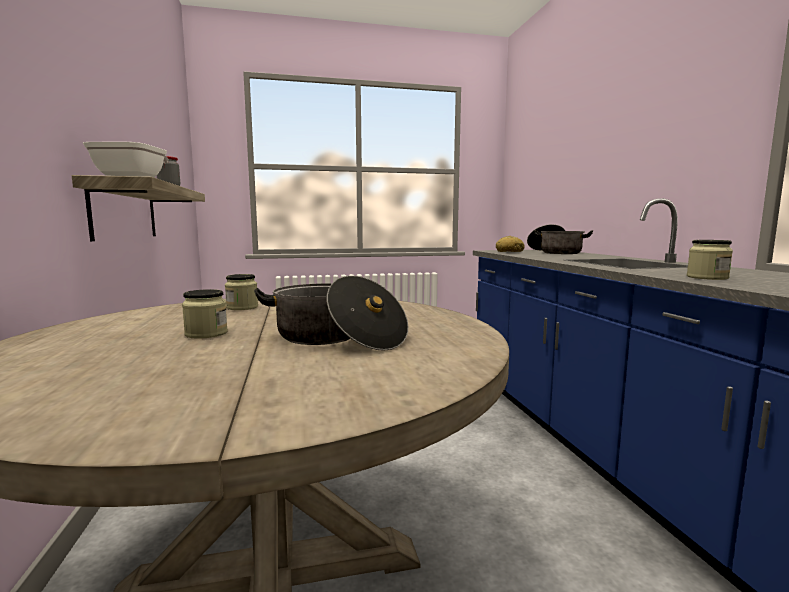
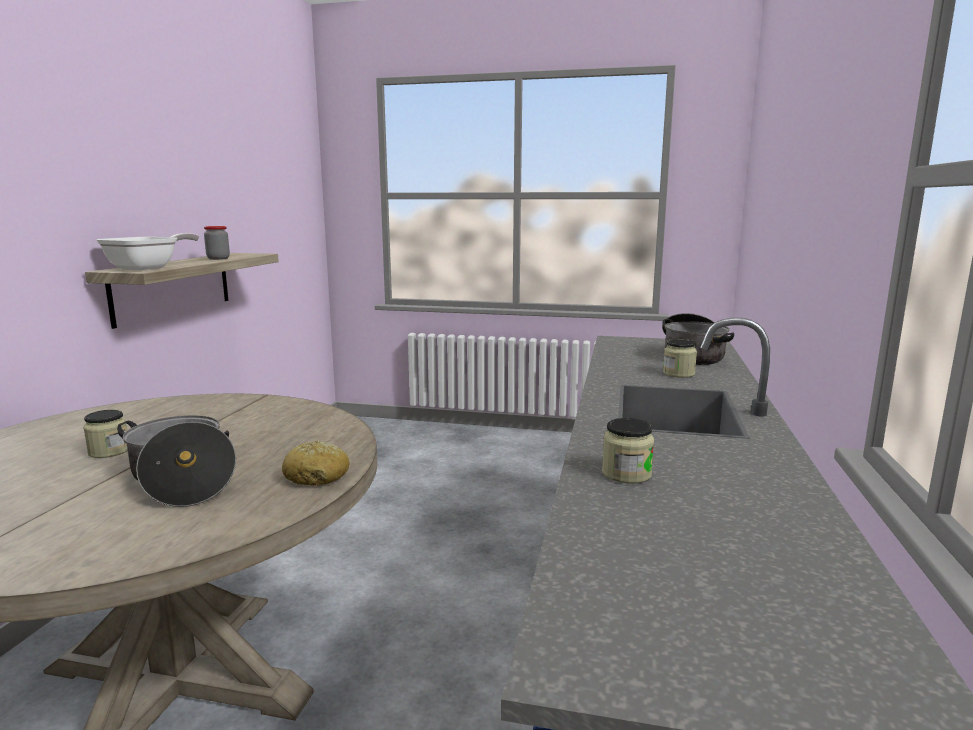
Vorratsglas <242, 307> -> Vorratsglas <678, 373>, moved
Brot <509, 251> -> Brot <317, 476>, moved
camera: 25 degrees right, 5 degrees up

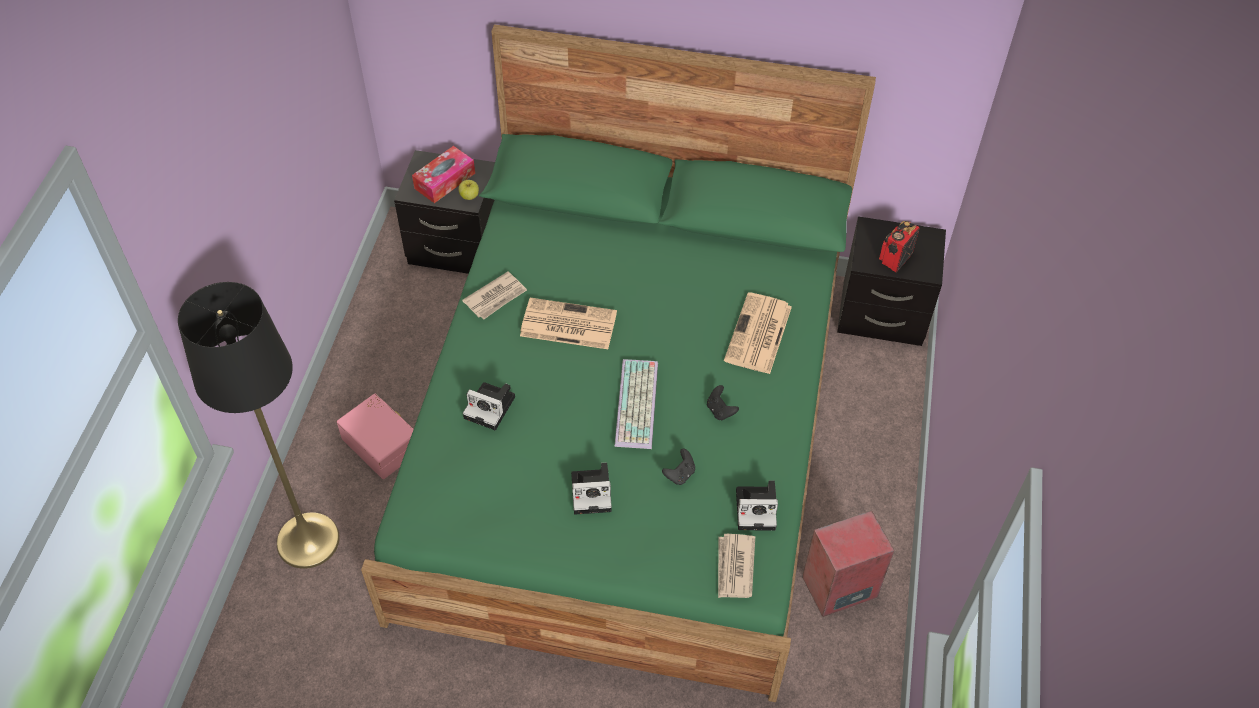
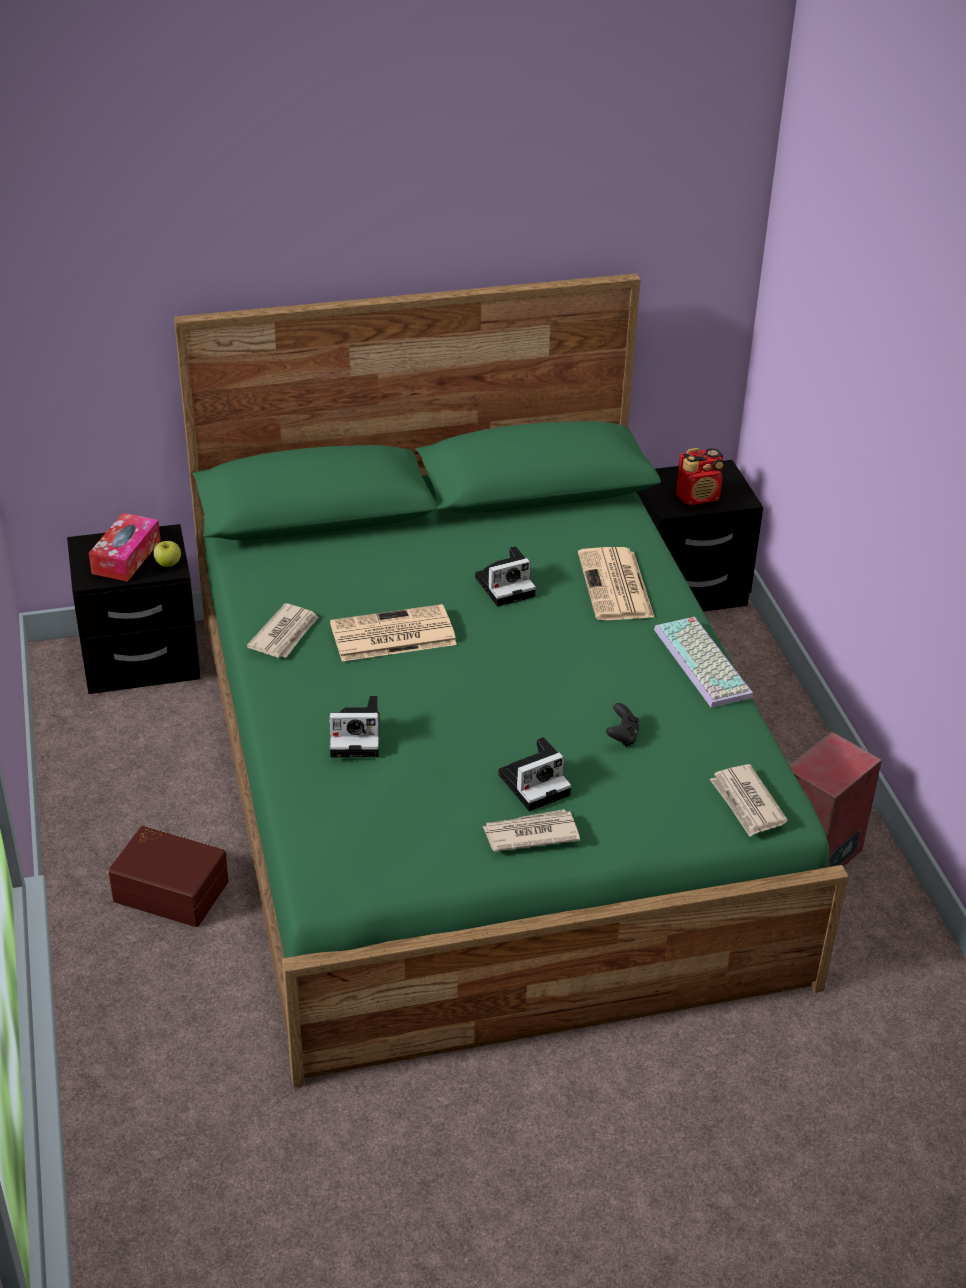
Stehlampe/schwarz <308, 540> -> none
Aufbewahrungsbox/rosa <382, 443> -> Aufbewahrungsbox/braun <172, 889>
Tastatur <638, 405> -> Tastatur <705, 663>, moved
Gamepad/schwarz <720, 410> -> none
Kamera <757, 509> -> Kamera <506, 586>, moved
Radio <894, 258> -> Radio <698, 497>, 120 degrees counterclockwise
none -> Zeitung <530, 833>
camera: 25 degrees left, 15 degrees down

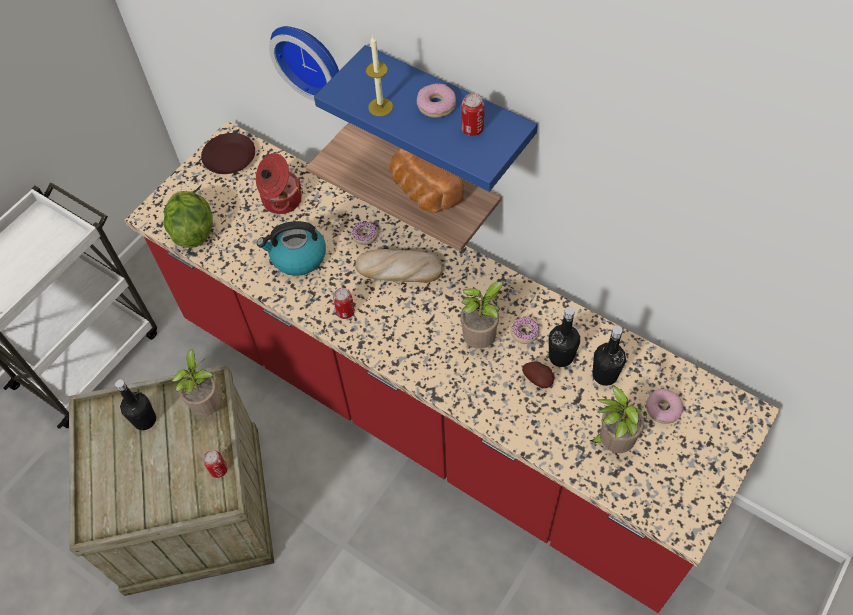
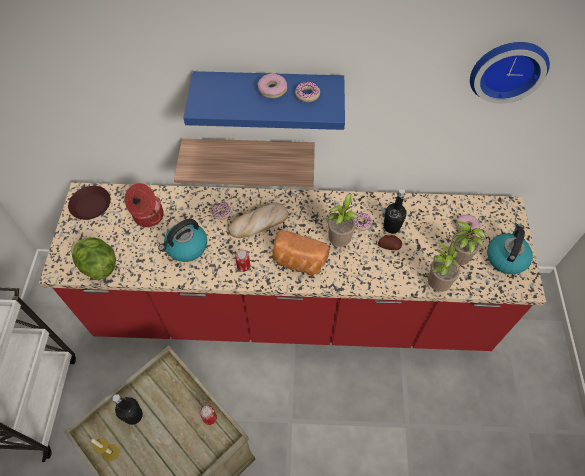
Topfpflanze <209, 406> -> Topfpflanze <435, 284>, moved
Wanduhr <310, 59> -> Wanduhr <507, 68>, moved
Kerze <380, 107> -> Kerze <111, 452>, moved
Brot <423, 191> -> Brot <298, 262>, moved
Dose <472, 129> -> Donut <307, 94>
Flasche/schwarz <605, 375> -> none
none -> Wasserkessel <506, 257>
camera: 35 degrees left, 0 degrees up

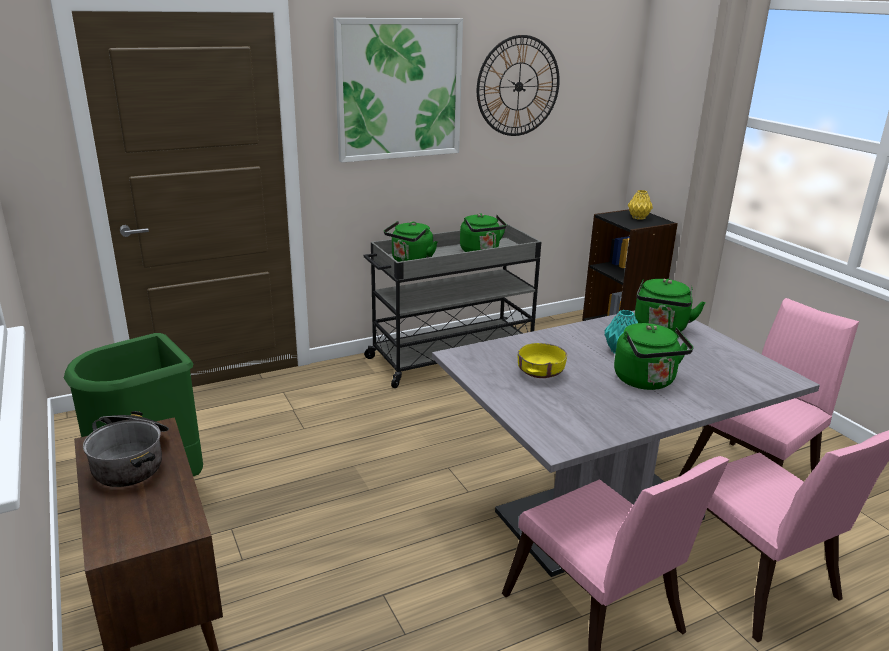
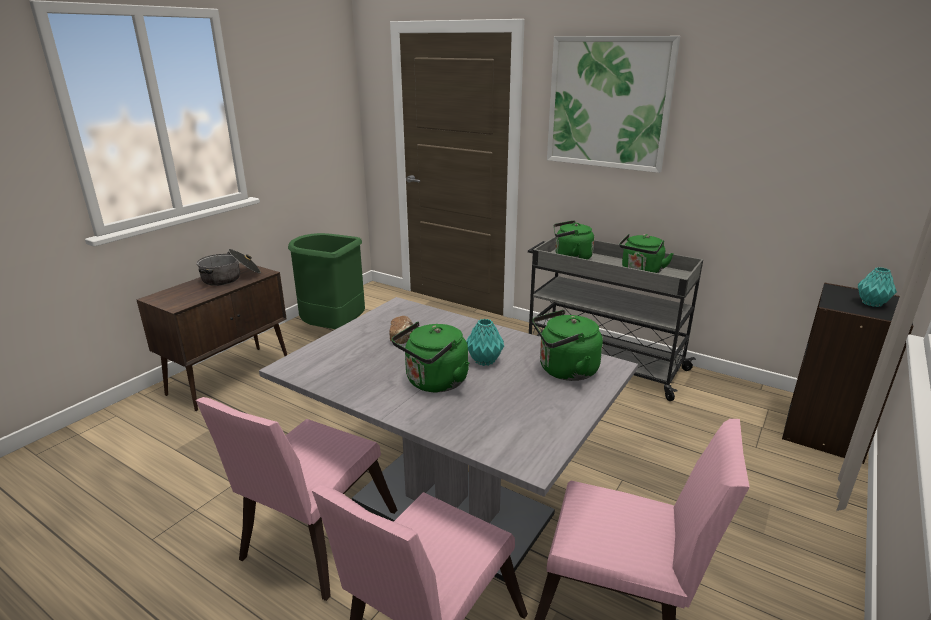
Wanduhr <518, 86> -> none
Schüssel/gelb <541, 373> -> Brot <402, 337>
Vase/gelb <639, 218> -> Vase/türkis <872, 304>
camera: 60 degrees right, 0 degrees up

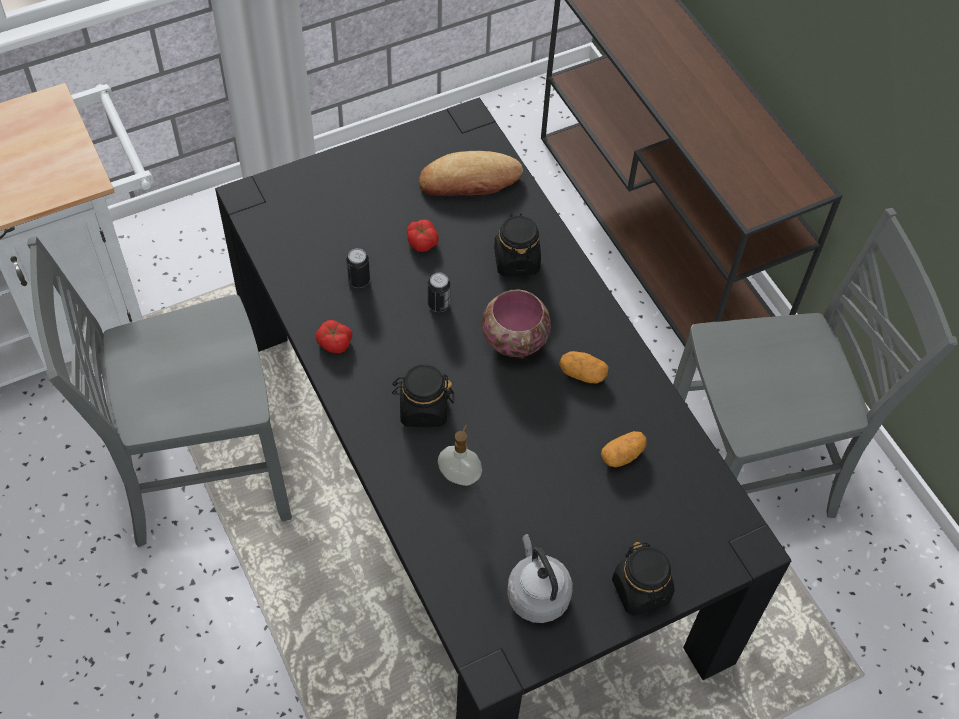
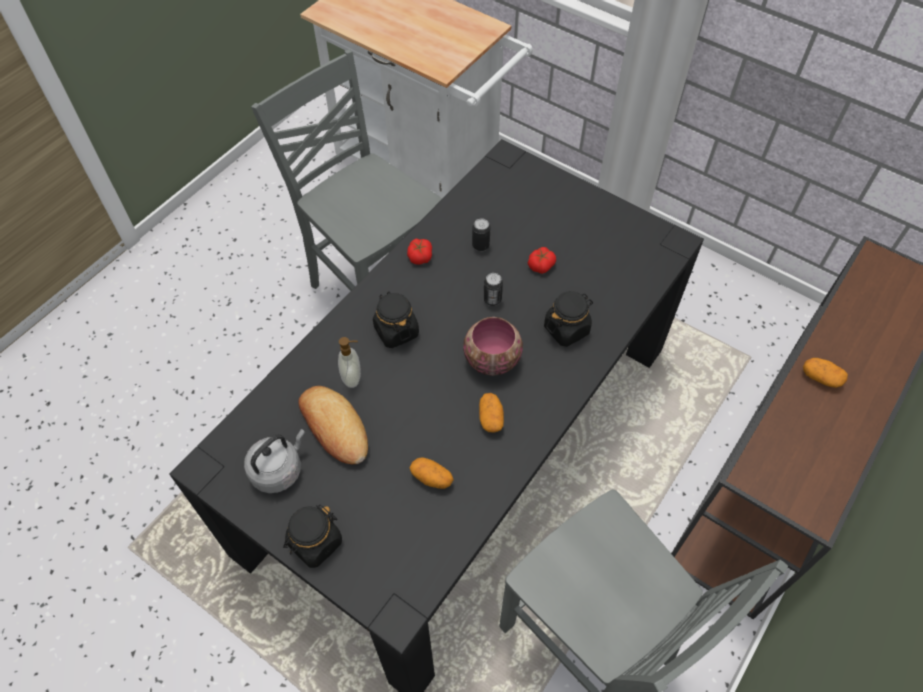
Brot <469, 181> -> Brot <334, 428>, moved
none -> Kartoffel <820, 378>
camera: 65 degrees right, 0 degrees up

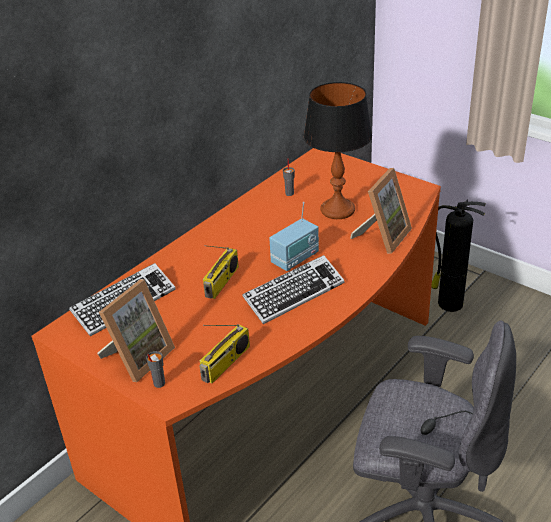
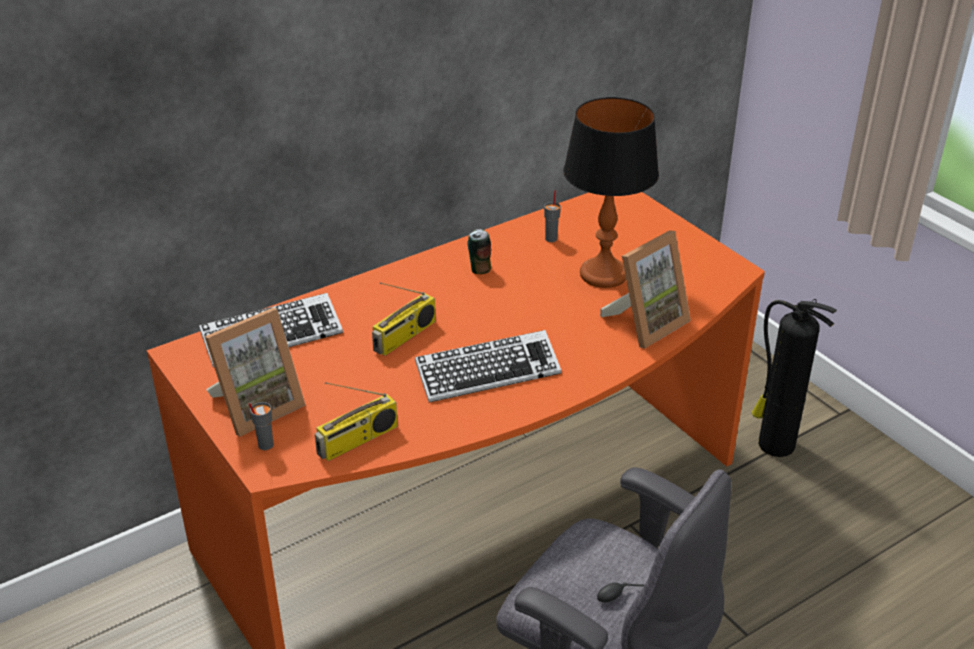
Radio <295, 259> -> none
none -> Dose <479, 269>
camera: 15 degrees right, 0 degrees up

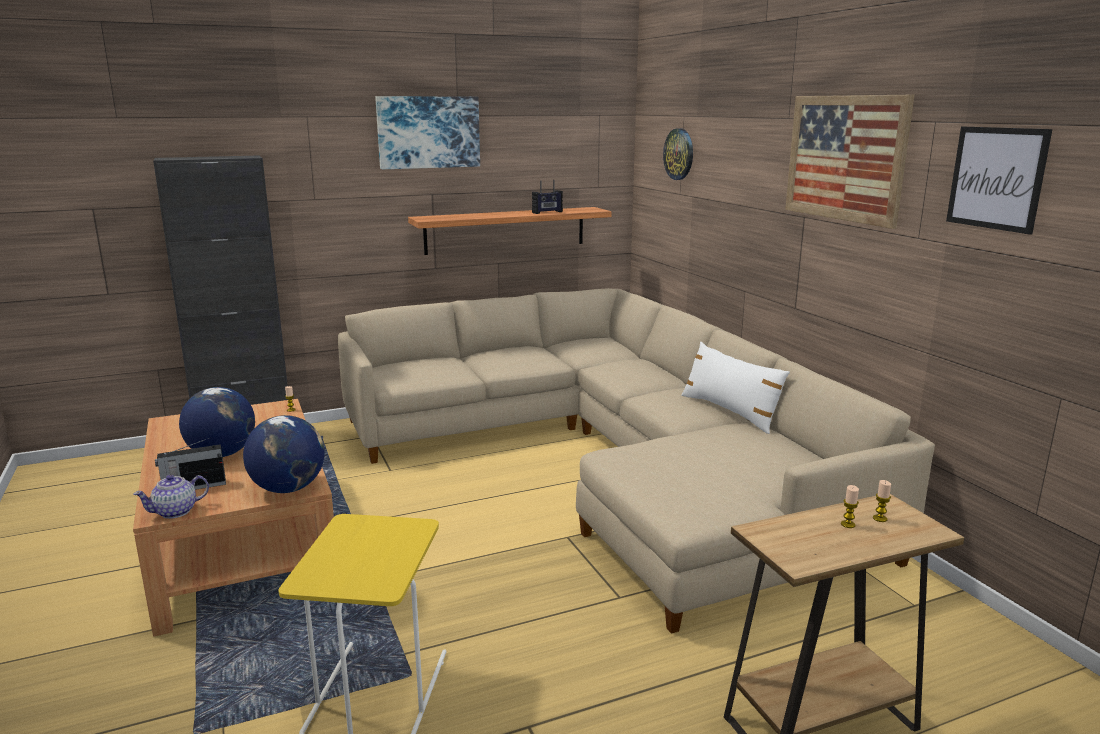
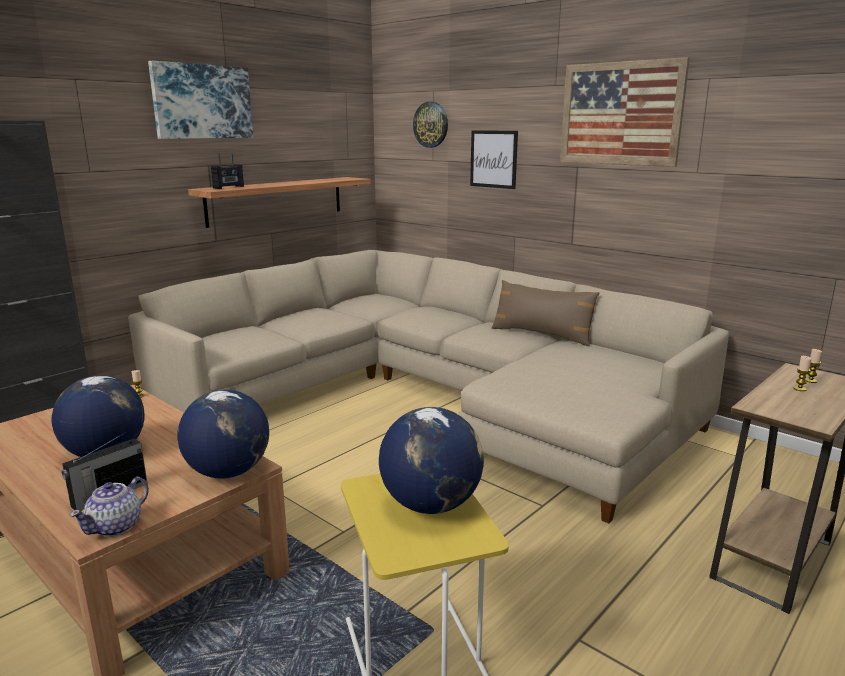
Radio <547, 212> -> Radio <229, 187>, moved
Kissen/weiß <730, 411> -> Kissen/braun <542, 335>
Bild <996, 178> -> Bild <493, 159>, moved
none -> Globus <431, 504>
camera: 25 degrees left, 0 degrees up

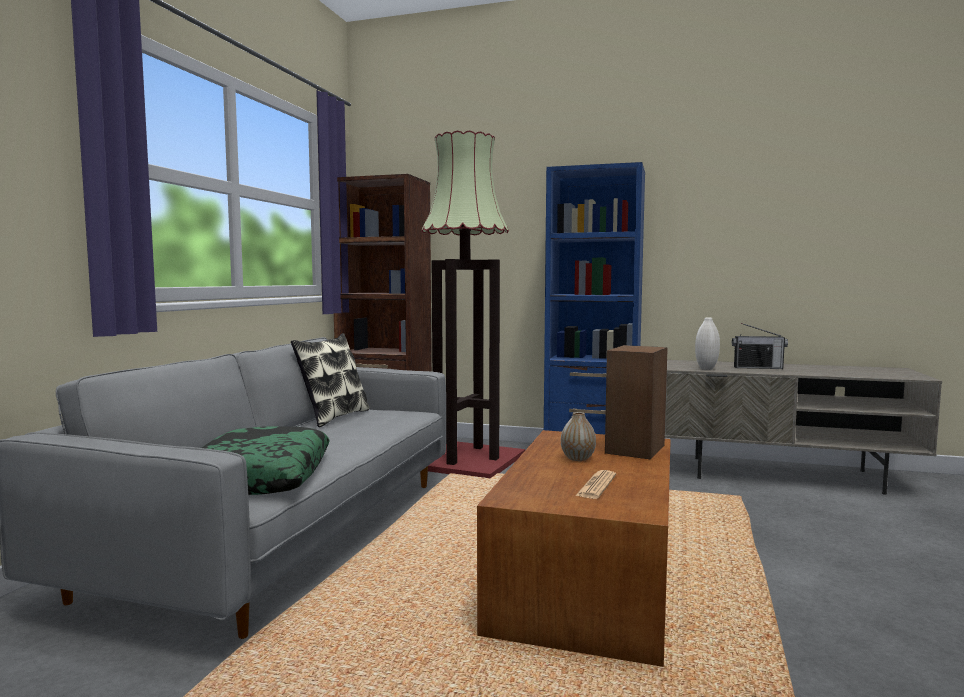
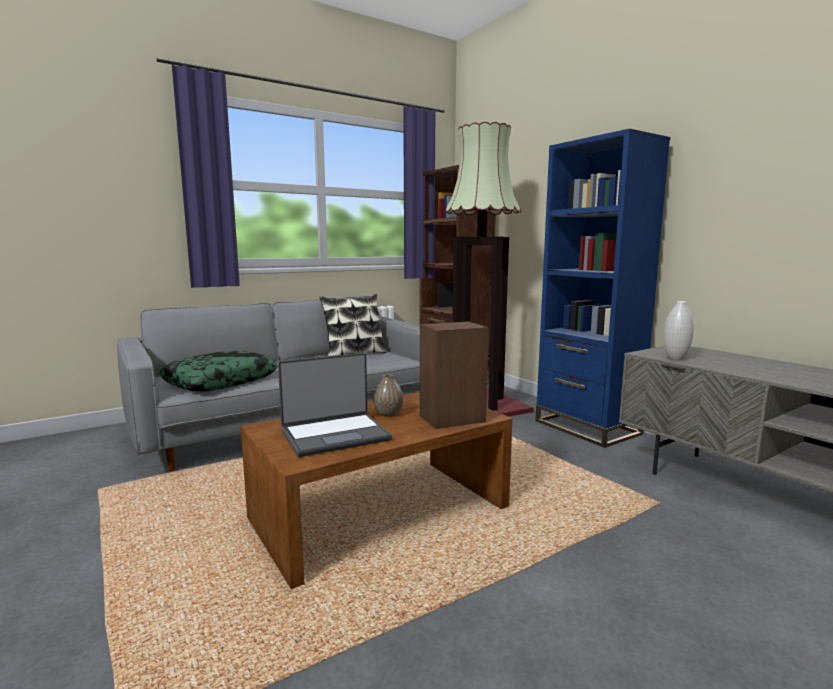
Zeitung <596, 486> -> Laptop <335, 435>
Radio <757, 368> -> none
camera: 40 degrees right, 5 degrees up

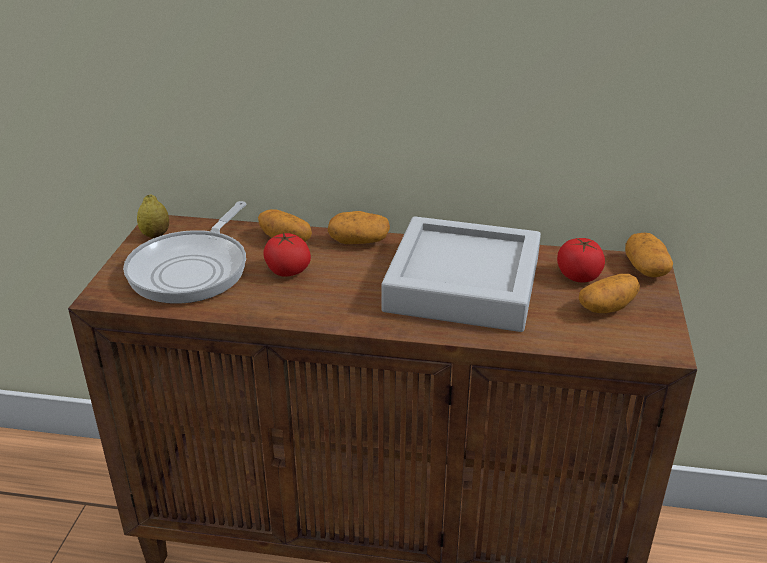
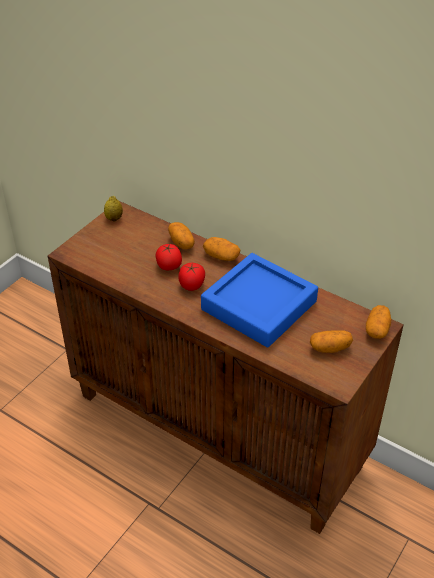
Pfanne <193, 269> -> none
Tablett/grau <463, 284> -> Tablett/blau <259, 305>
Tomate <578, 276> -> Tomate <192, 285>, moved
camera: 25 degrees right, 10 degrees up

